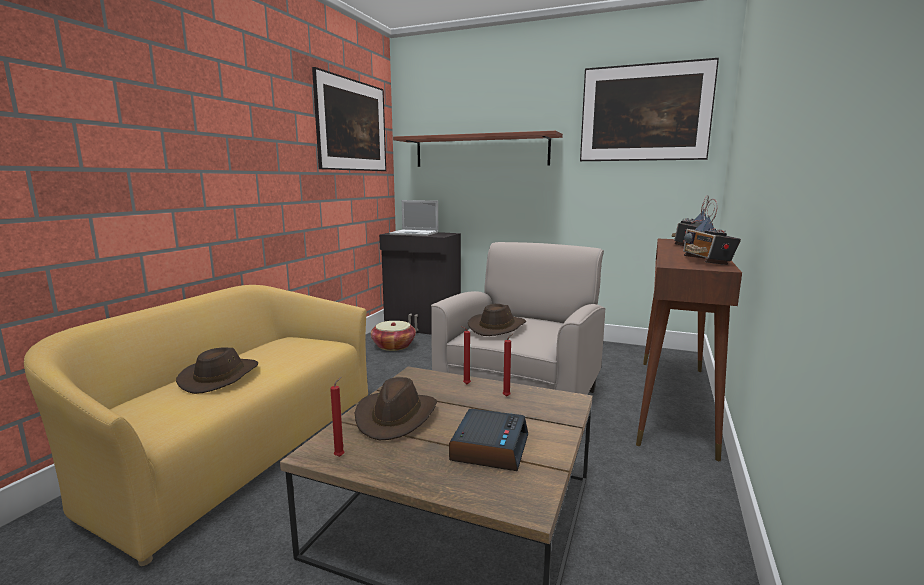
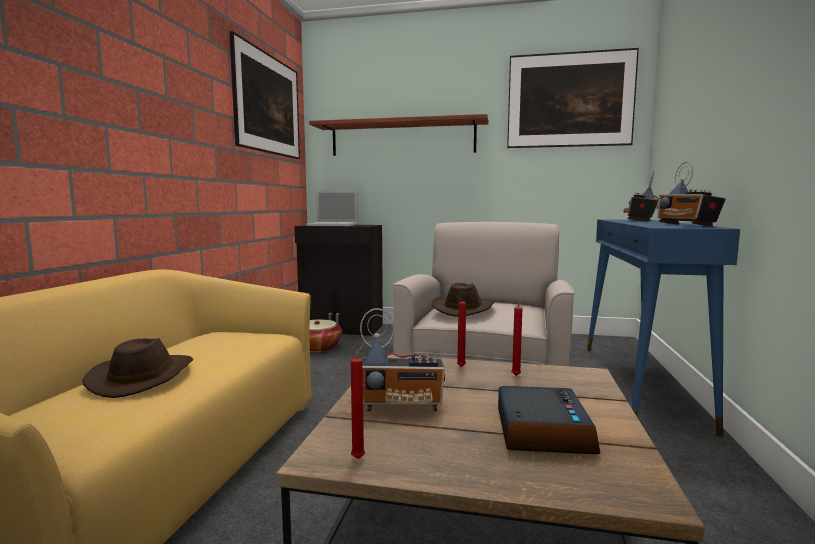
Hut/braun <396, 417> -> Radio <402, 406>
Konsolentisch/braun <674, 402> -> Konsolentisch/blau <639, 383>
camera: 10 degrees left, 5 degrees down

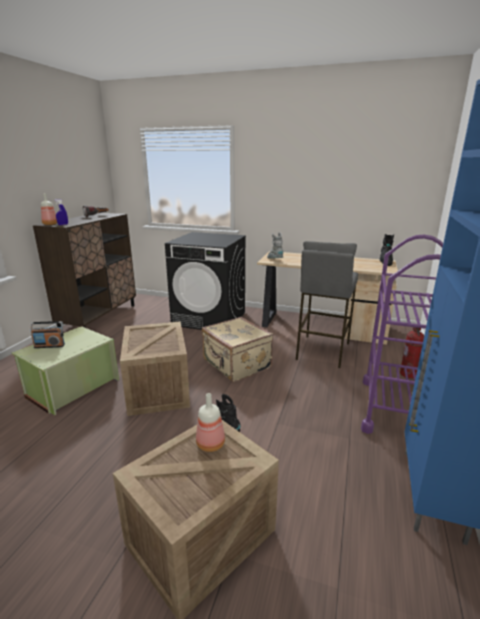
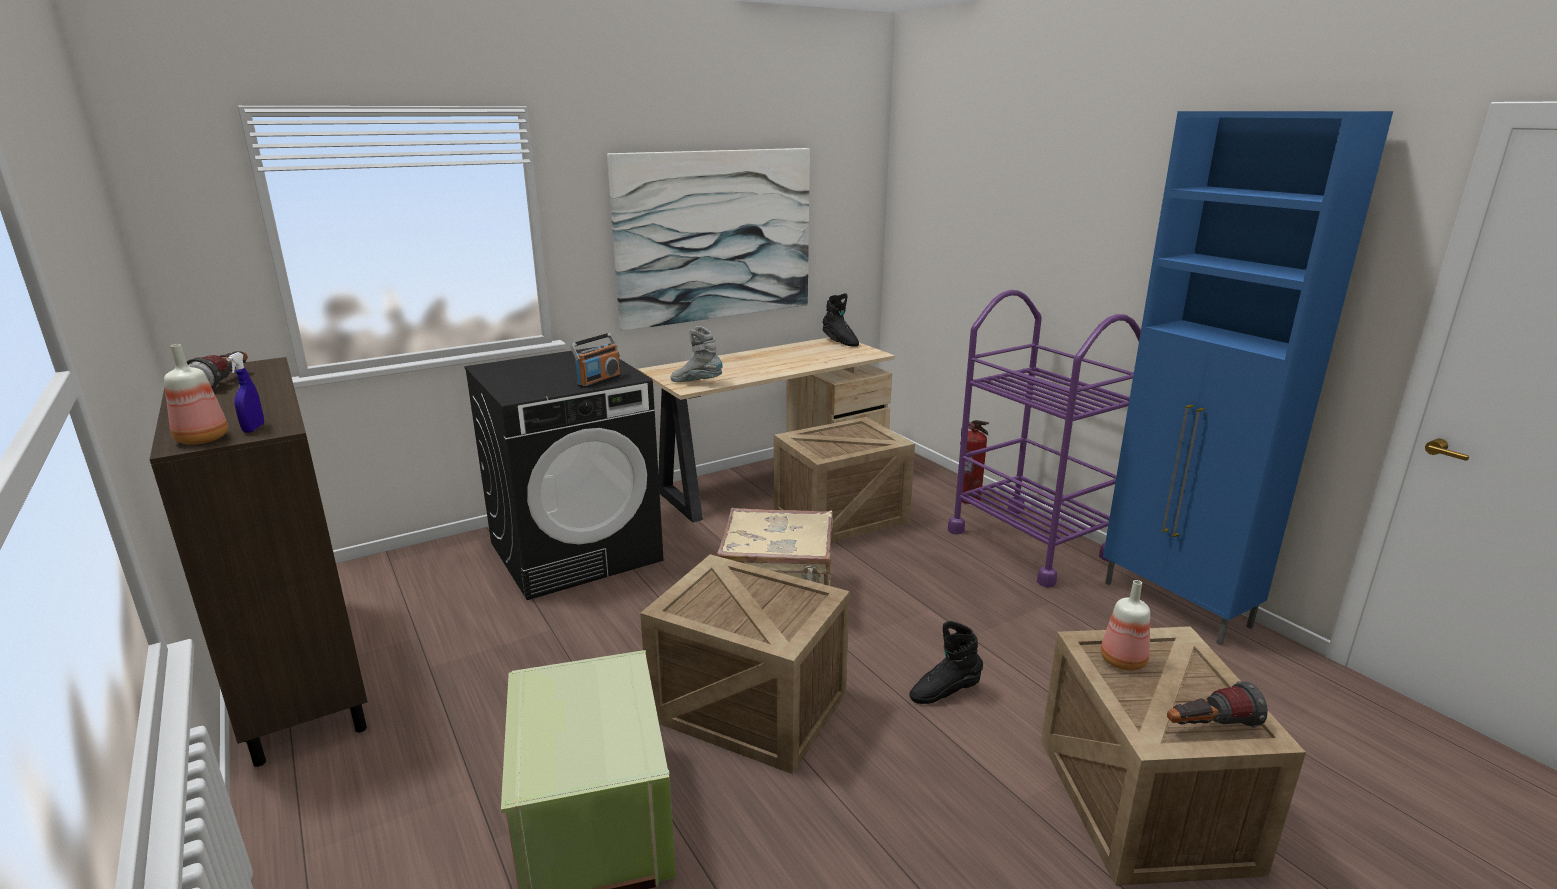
Radio <49, 345> -> Radio <598, 381>, moved
Hocker/grau <322, 351> -> Kiste <840, 517>
none -> Bild <715, 236>
none -> Taschenlampe <1208, 727>
camera: 50 degrees left, 0 degrees up

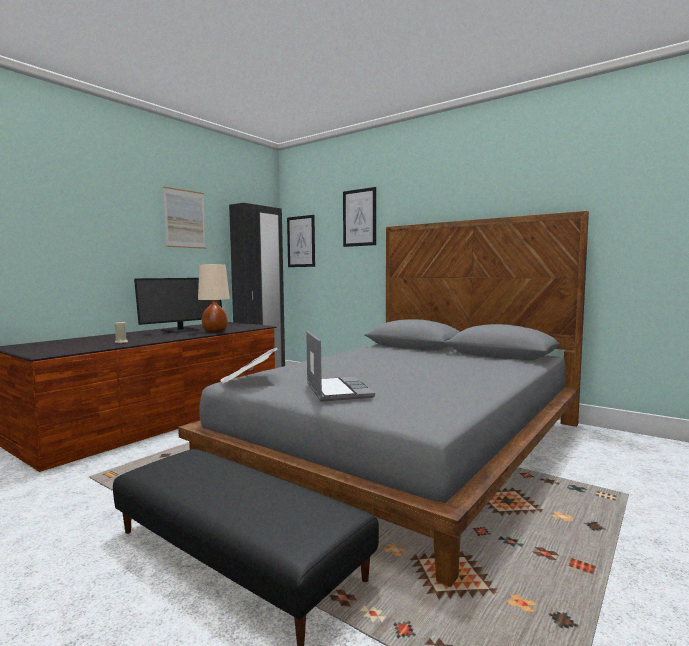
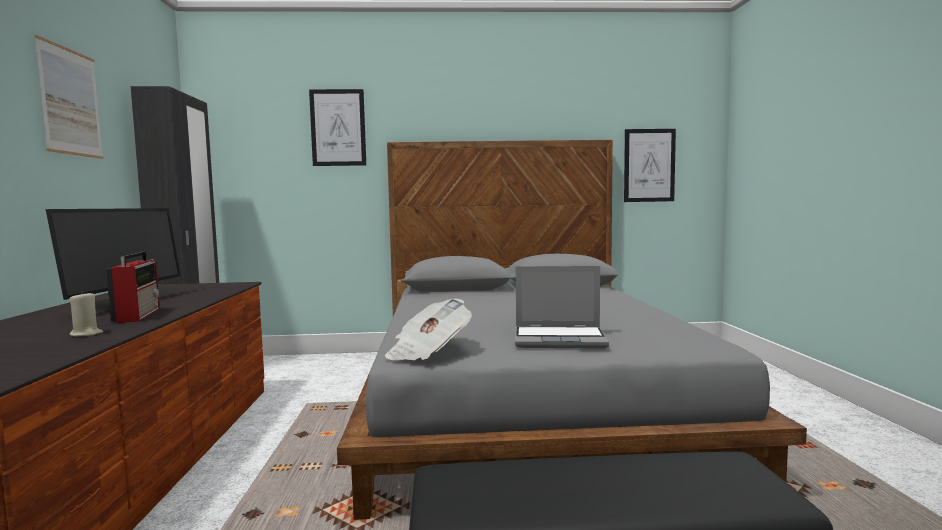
Tischlampe/beige <215, 331> -> none
Bild <301, 241> -> Bild <649, 165>, moved
Laptop <337, 390> -> Laptop <560, 339>, 150 degrees clockwise
none -> Radio <138, 315>
camera: 40 degrees left, 0 degrees up

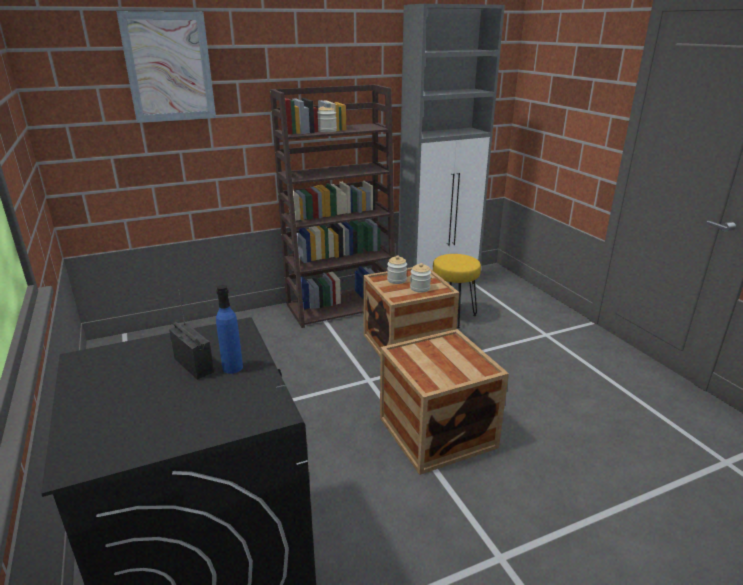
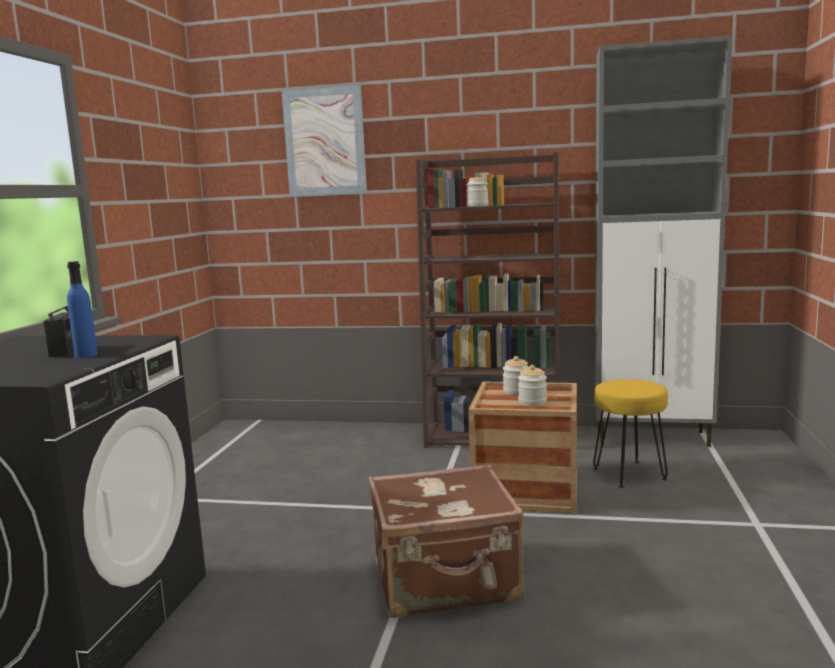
Kiste <437, 432> -> Koffer/braun <446, 582>
camera: 35 degrees right, 15 degrees down

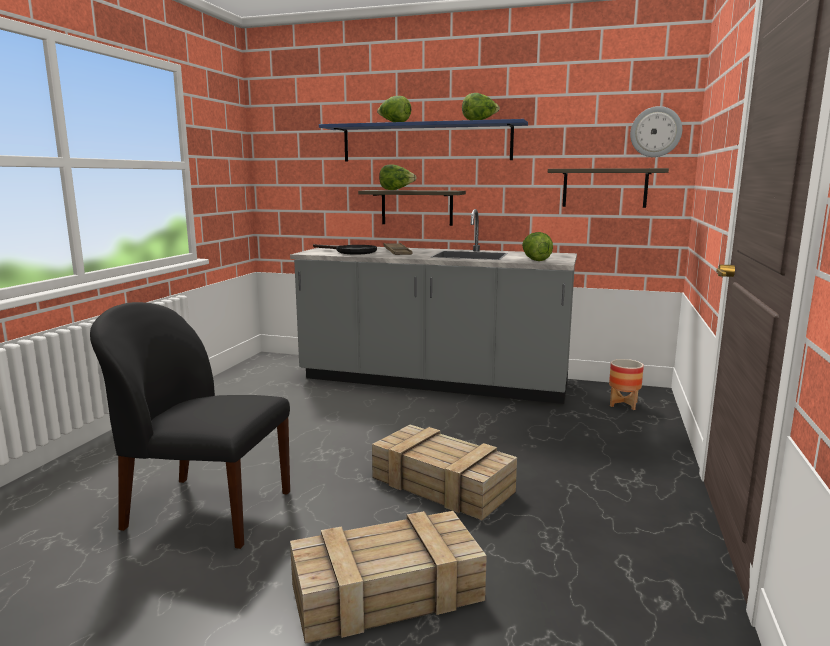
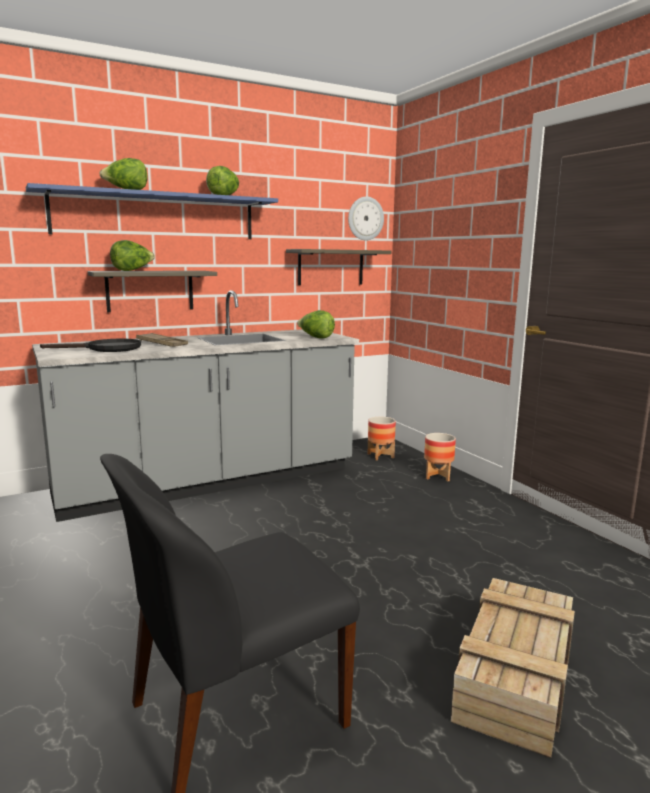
Kiste <444, 485> -> none
none -> Pflanzkübel <438, 476>
camera: 45 degrees left, 0 degrees up

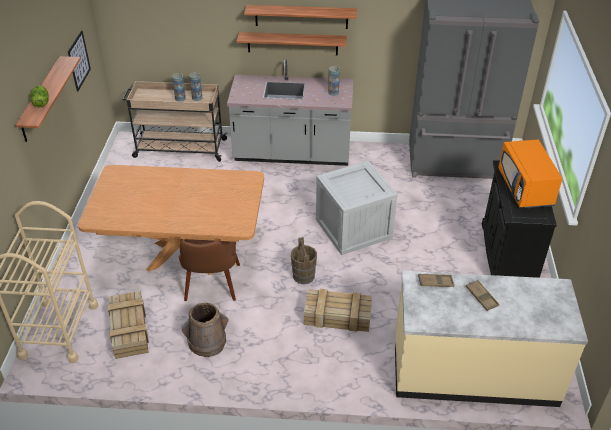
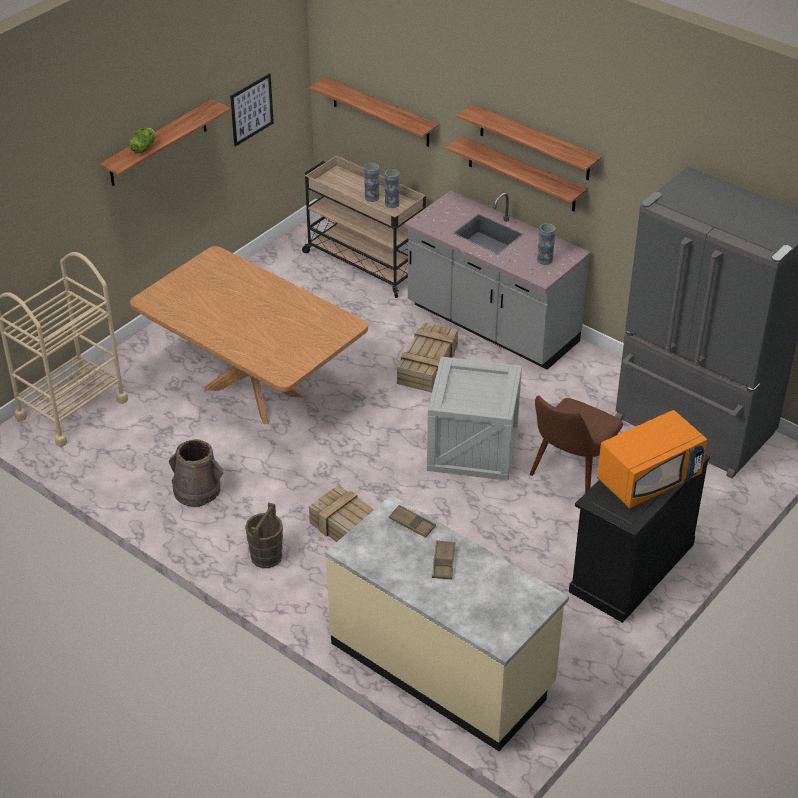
Kiste <129, 329> -> Kiste <427, 364>, moved
Stuhl/braun <211, 288> -> Stuhl/braun <569, 475>, moved
Eimer/braun <303, 276> -> Eimer/braun <266, 556>, moved
Mikrowelle/orange <525, 189> -> Mikrowelle/orange <648, 479>, 150 degrees counterclockwise
none -> Wandregal <380, 113>
camera: 35 degrees right, 0 degrees up

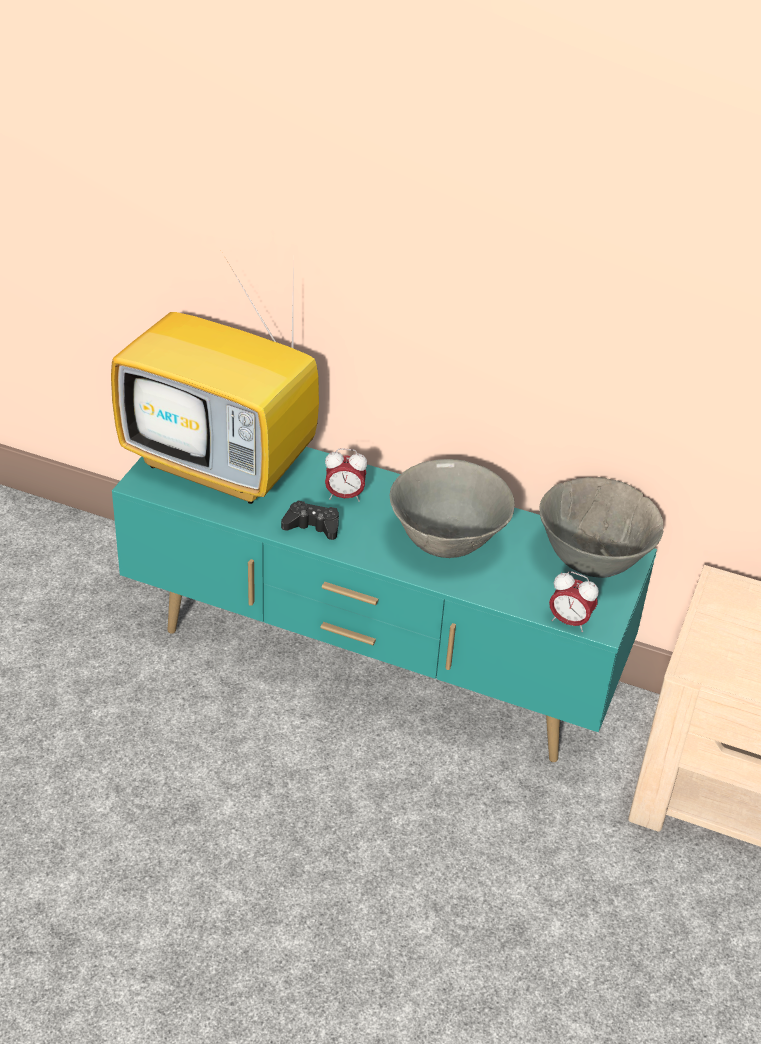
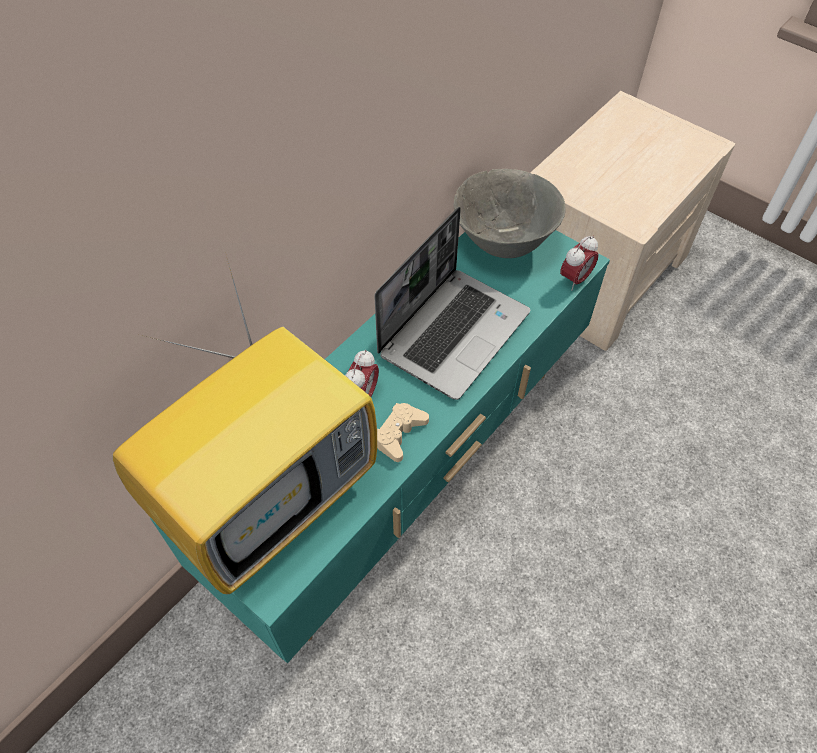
Gamepad/schwarz <312, 526> -> Gamepad/beige <399, 434>
Schüssel/grau <448, 542> -> Laptop <454, 332>
camera: 70 degrees left, 15 degrees up

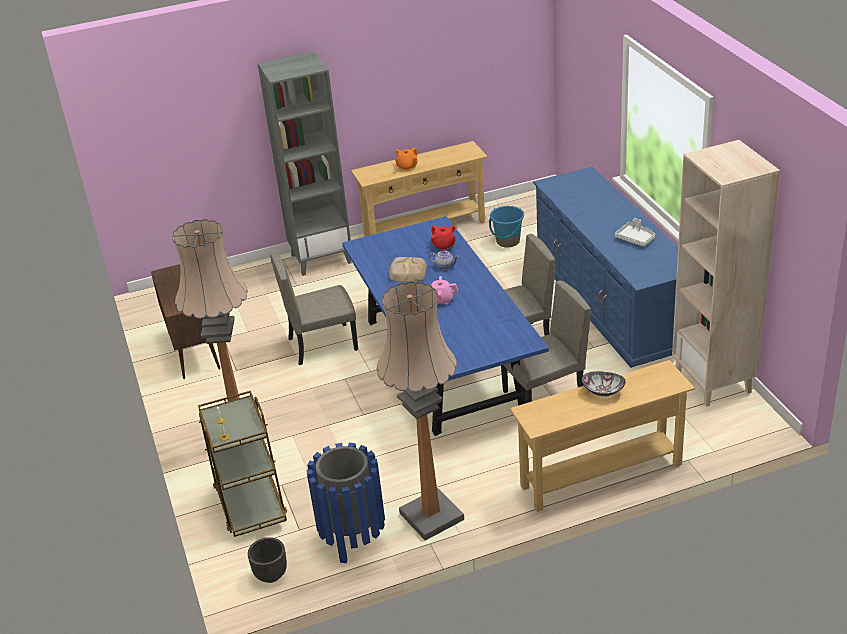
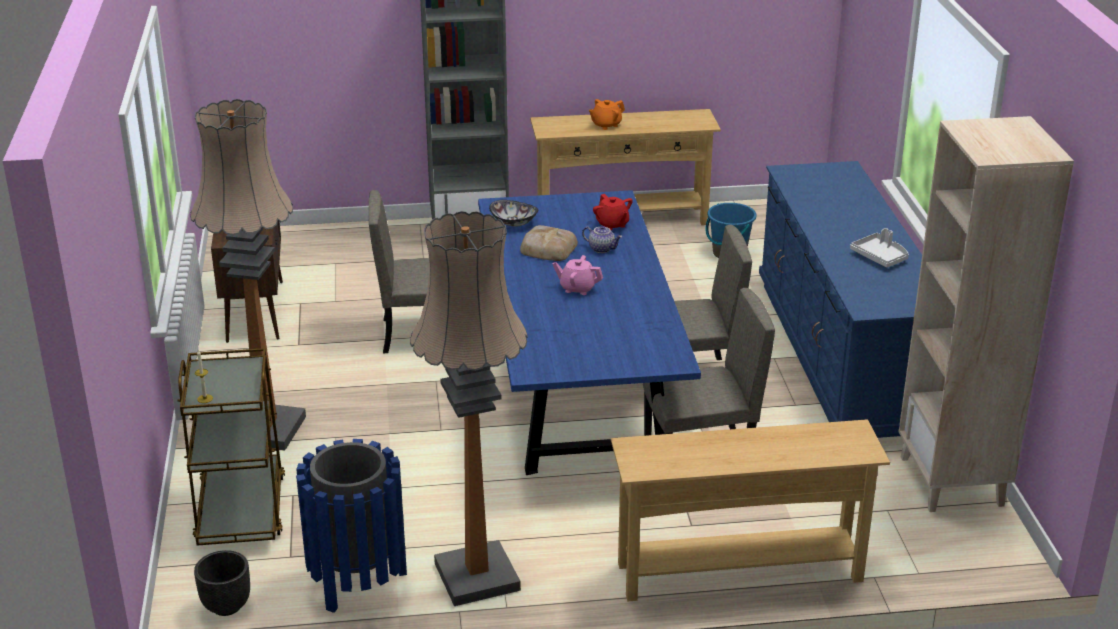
Schüssel <603, 391> -> Schüssel <514, 222>, moved
camera: 10 degrees right, 5 degrees down

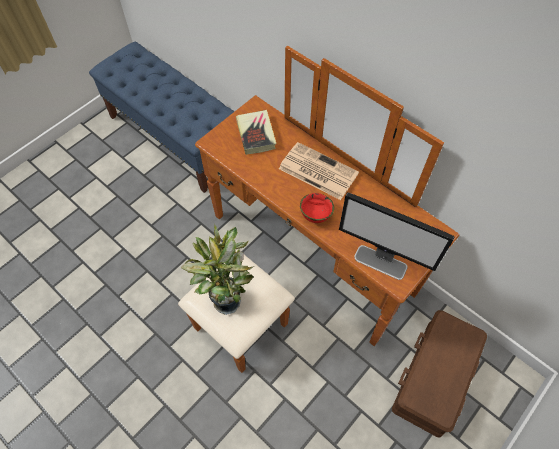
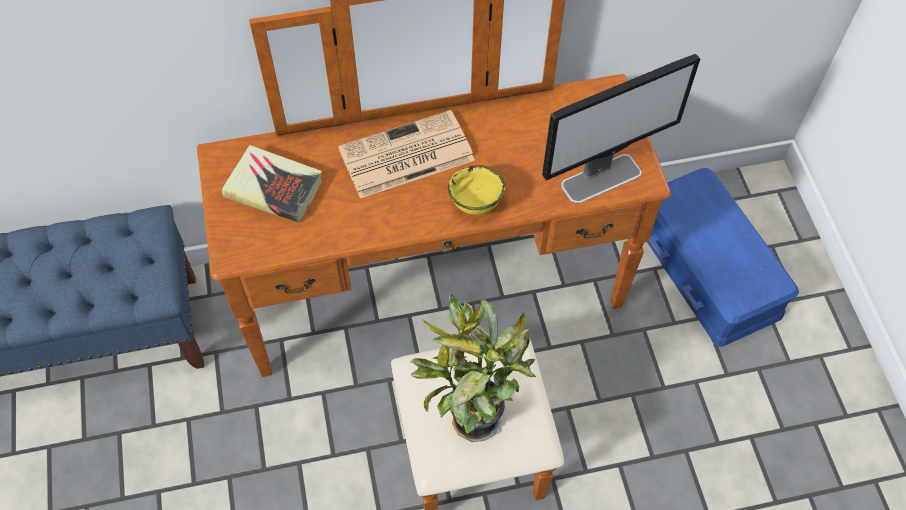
Schüssel/rot <315, 216> -> Schüssel/gelb <475, 205>
Aufbewahrungsbox/braun <436, 377> -> Aufbewahrungsbox/blau <708, 267>
camera: 55 degrees left, 0 degrees up

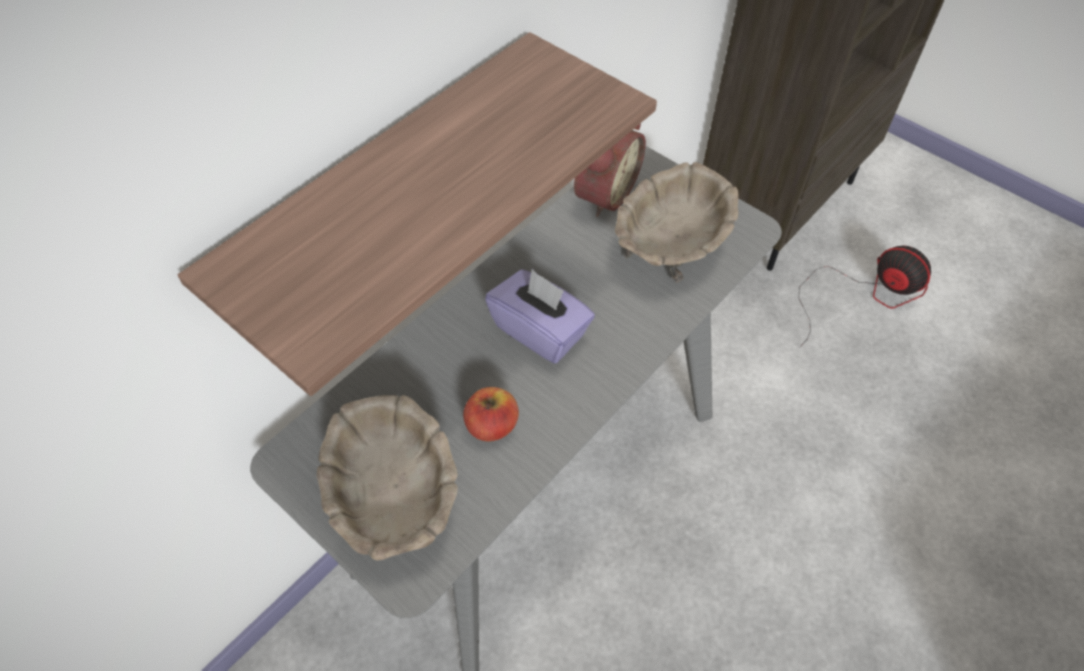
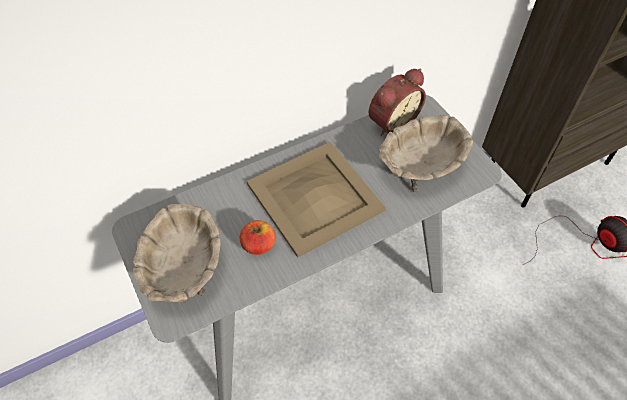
Wandregal <385, 190> -> none
Taschentuchbox/lila <540, 331> -> Tablett/beige <313, 197>
camera: 20 degrees right, 0 degrees up

